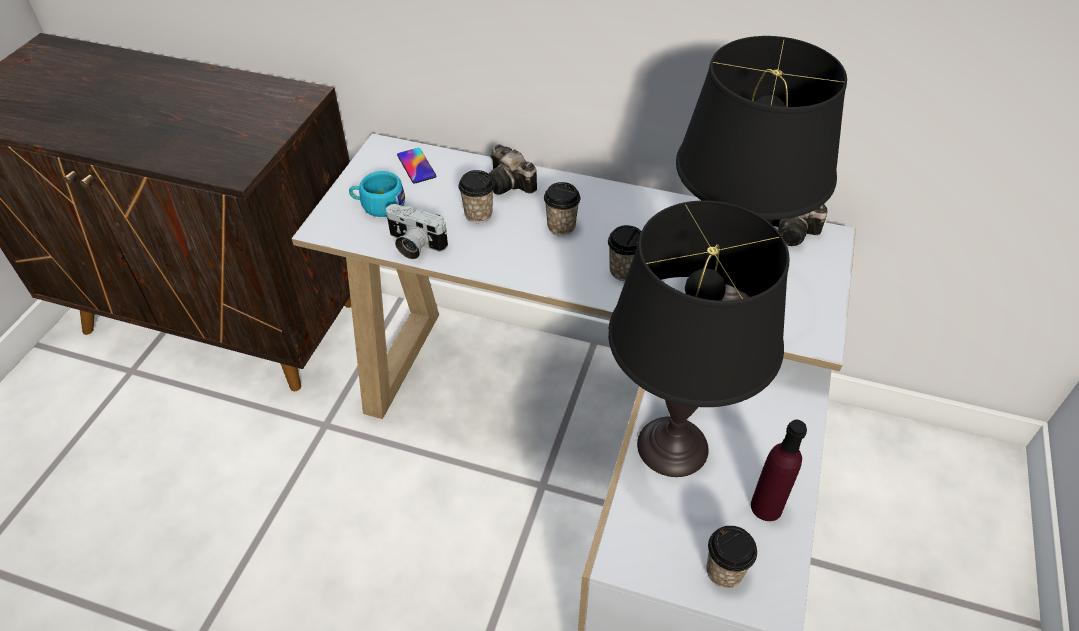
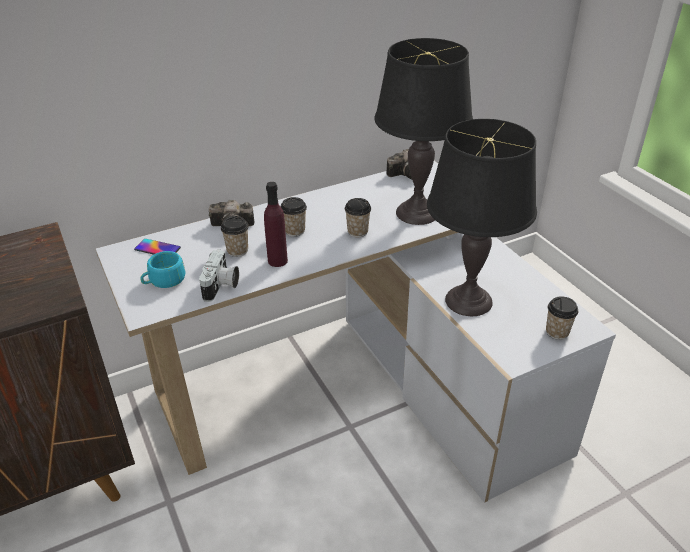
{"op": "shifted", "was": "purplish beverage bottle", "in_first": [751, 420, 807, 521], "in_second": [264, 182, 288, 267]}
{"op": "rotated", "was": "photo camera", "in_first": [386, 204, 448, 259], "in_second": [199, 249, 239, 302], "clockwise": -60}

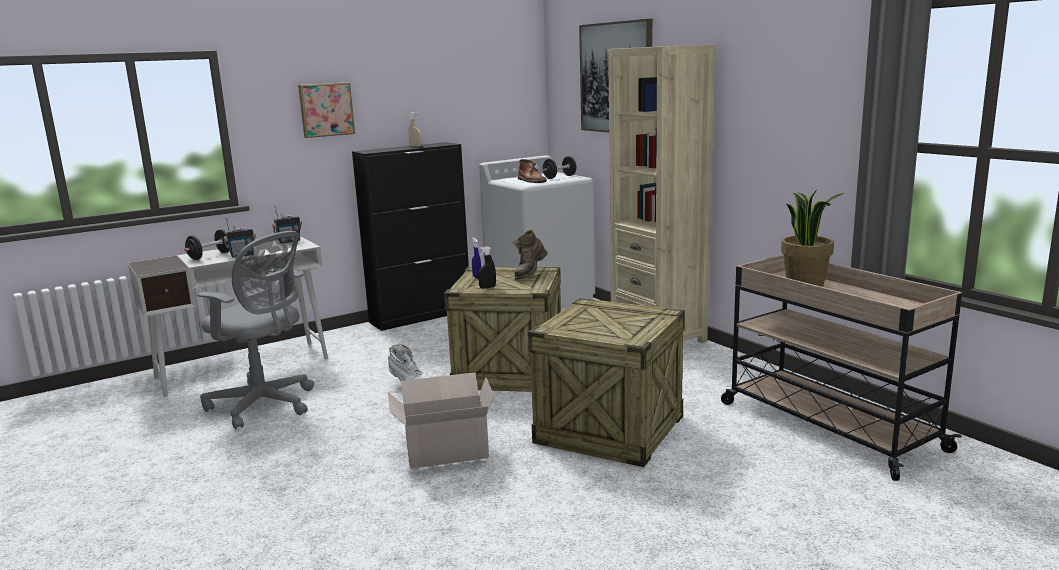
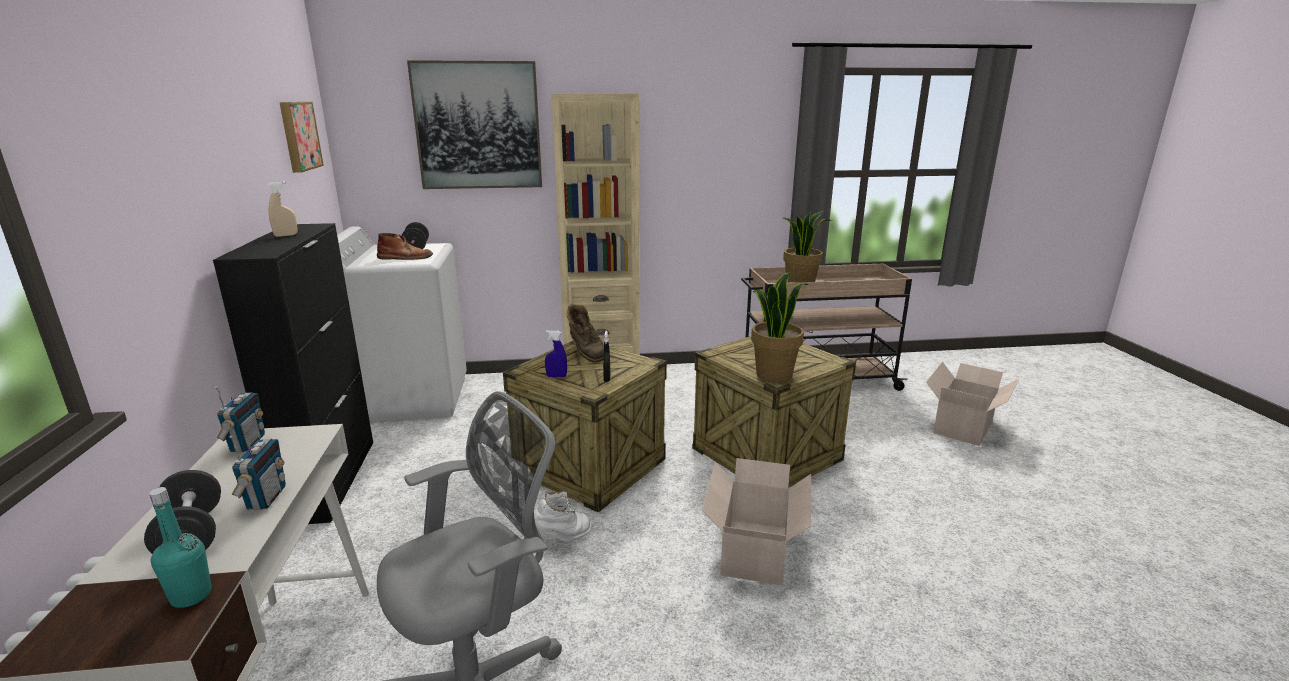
{"op": "new", "now": "turquoise-coloured beverage bottle", "in_second": [149, 487, 212, 608]}
{"op": "new", "now": "potted plant", "in_second": [751, 272, 809, 382]}
{"op": "new", "now": "packing box", "in_second": [926, 362, 1019, 446]}
{"op": "shifted", "was": "wall picture", "in_first": [298, 82, 355, 138], "in_second": [279, 102, 324, 173]}

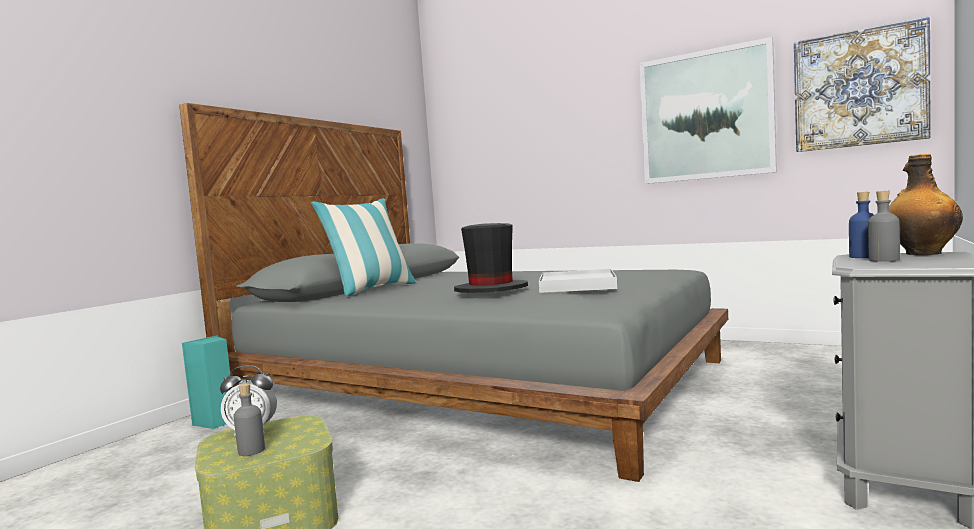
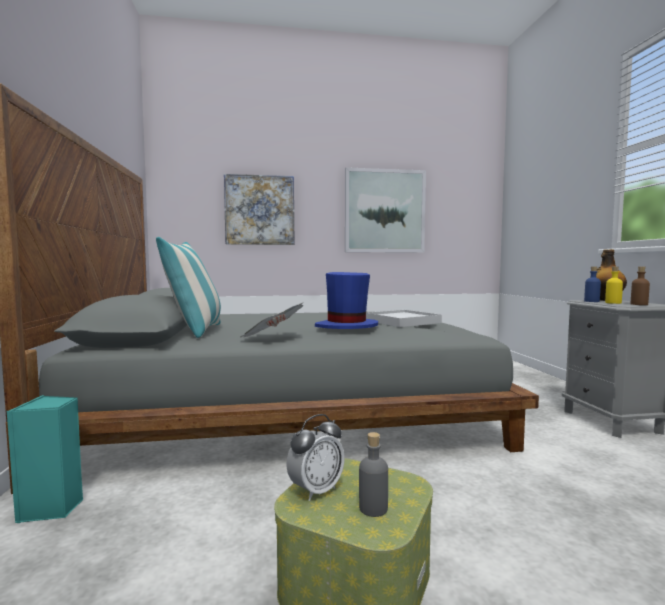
{"op": "new", "now": "newspaper", "in_second": [240, 303, 303, 338]}
{"op": "new", "now": "brown beverage bottle", "in_second": [631, 267, 650, 305]}
{"op": "shifted", "was": "wall picture", "in_first": [794, 16, 931, 152], "in_second": [224, 174, 294, 245]}
{"op": "repainted", "was": "blackish clothing hat", "now": "blue clothing hat", "in_first": [454, 223, 528, 293], "in_second": [315, 272, 378, 329]}
{"op": "repainted", "was": "greyish beverage bottle", "now": "yellowish beverage bottle", "in_first": [868, 191, 900, 262], "in_second": [605, 267, 623, 304]}

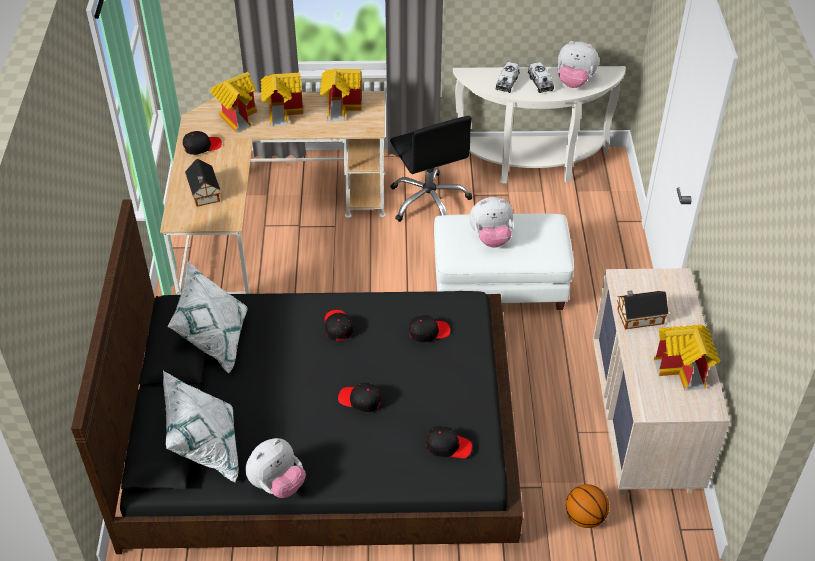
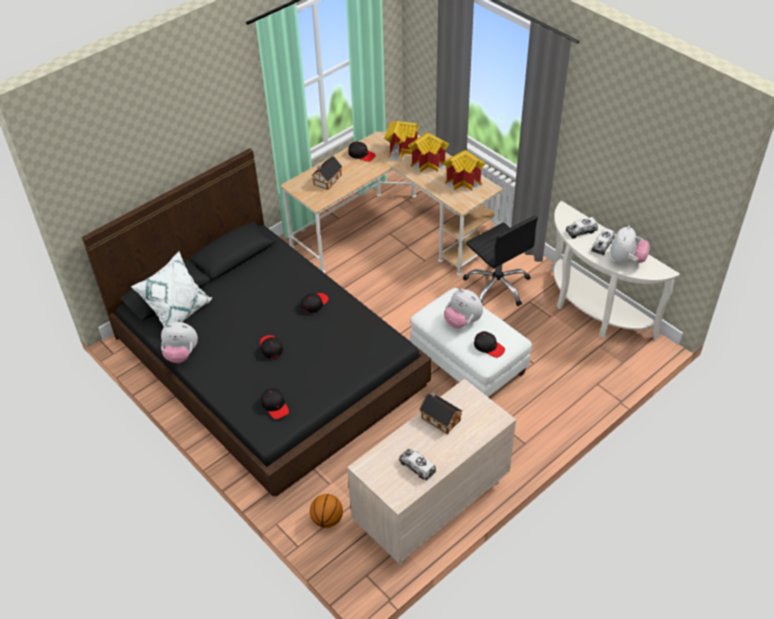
{"op": "gone", "was": "whitish cushion", "in_first": [167, 260, 247, 374]}
{"op": "shifted", "was": "blackish peaked cap", "in_first": [408, 315, 450, 343], "in_second": [474, 331, 505, 358]}
{"op": "swapped", "was": "model house", "now": "toy truck", "in_first": [654, 324, 720, 391], "in_second": [399, 449, 436, 481]}
{"op": "rotated", "was": "blackish office chair", "in_first": [390, 116, 472, 222], "in_second": [463, 216, 538, 306], "clockwise": -60}
{"op": "rotated", "was": "plush toy", "in_first": [558, 41, 599, 88], "in_second": [610, 225, 650, 264], "clockwise": -135}

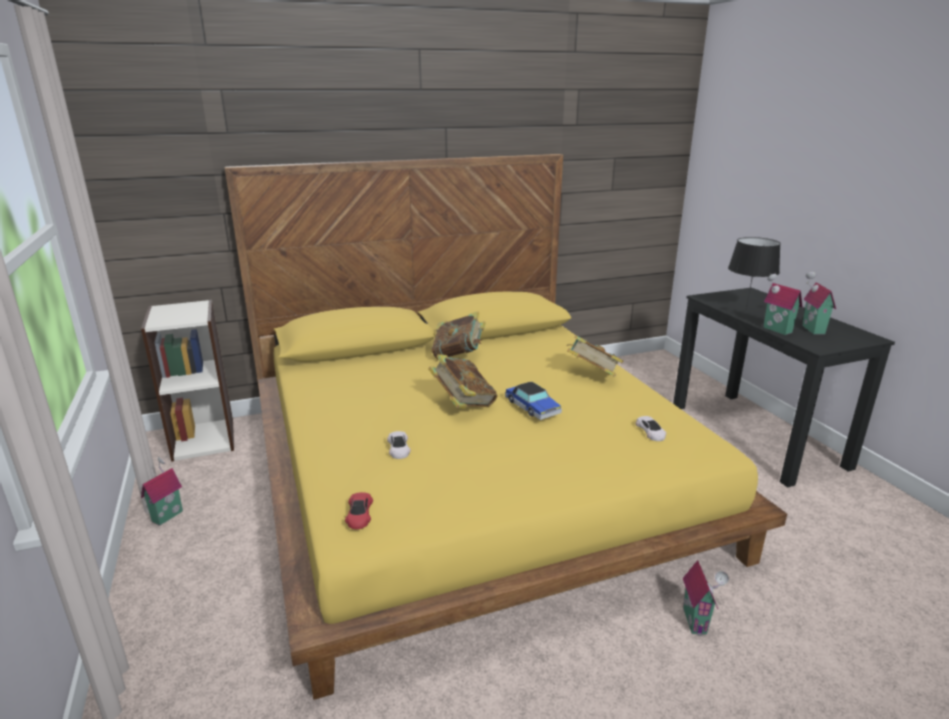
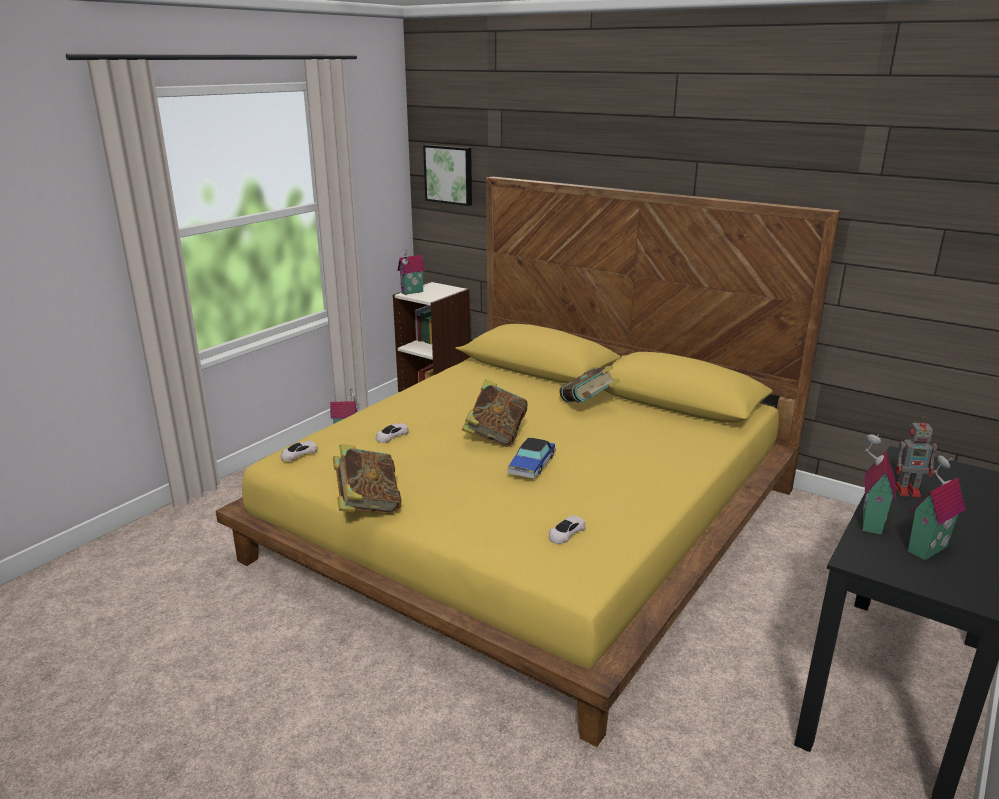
{"op": "new", "now": "wall picture", "in_second": [423, 145, 472, 206]}
{"op": "shifted", "was": "book", "in_first": [567, 335, 623, 377], "in_second": [333, 444, 402, 514]}
{"op": "shifted", "was": "model house", "in_first": [683, 560, 729, 636], "in_second": [397, 249, 426, 295]}
{"op": "swapped", "was": "blackish table lamp", "now": "model robot", "in_first": [728, 237, 781, 310], "in_second": [895, 416, 937, 497]}
{"op": "repainted", "was": "reddish miniature car", "now": "whitish miniature car", "in_first": [345, 492, 373, 529], "in_second": [281, 441, 318, 461]}

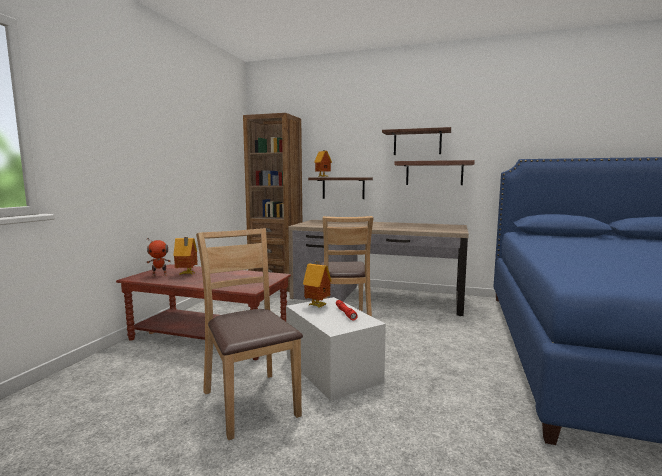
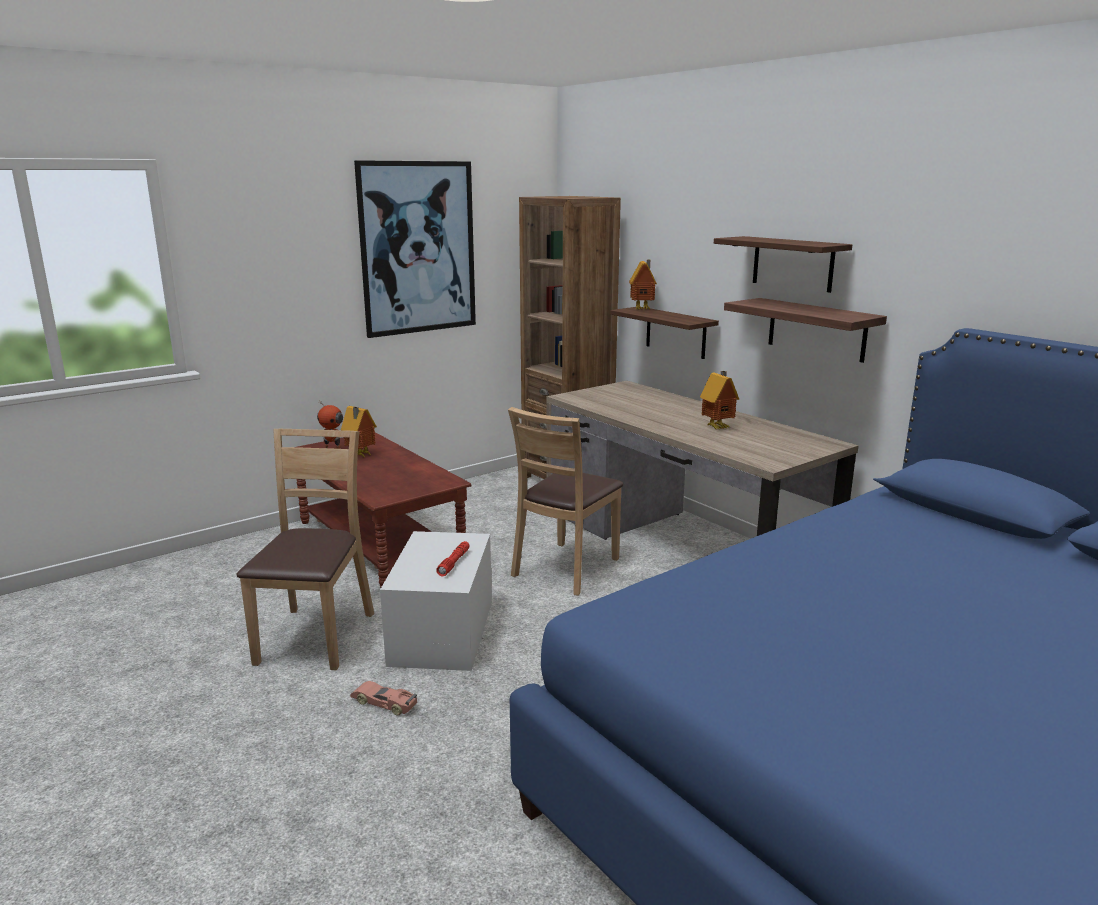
{"op": "new", "now": "miniature car", "in_second": [350, 681, 417, 715]}
{"op": "new", "now": "wall picture", "in_second": [354, 160, 476, 338]}
{"op": "shifted", "was": "model house", "in_first": [303, 261, 331, 308], "in_second": [700, 371, 739, 429]}

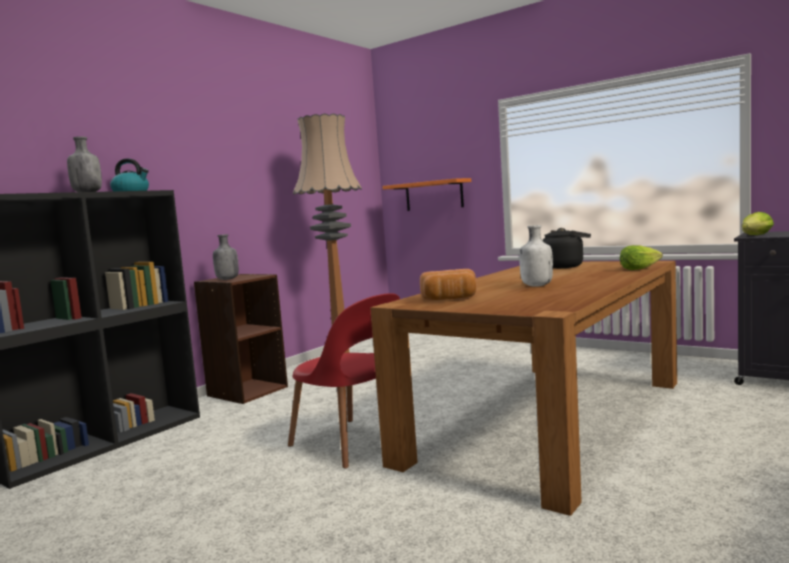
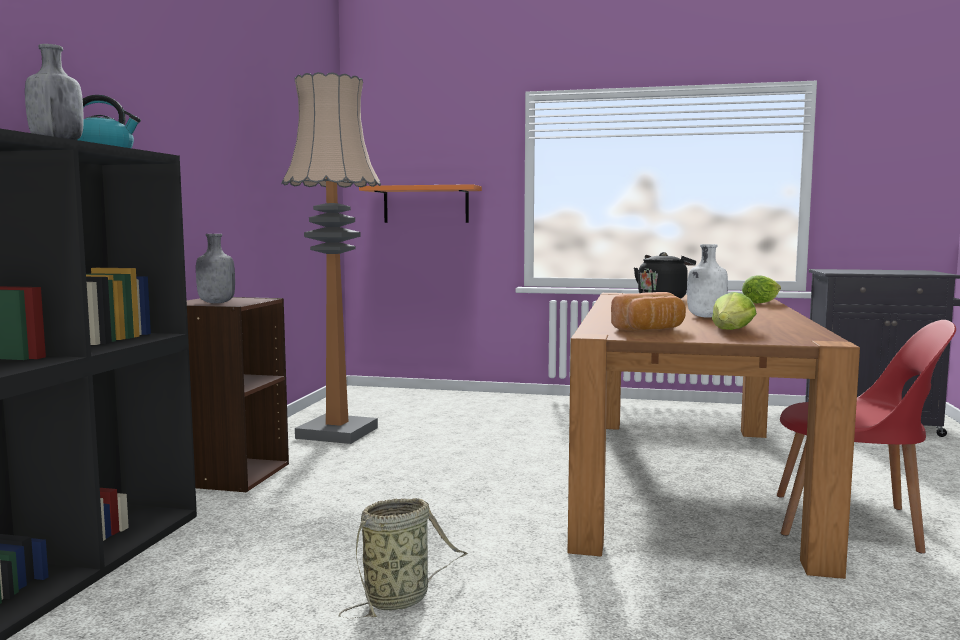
{"op": "new", "now": "storage basket", "in_second": [339, 498, 468, 618]}
{"op": "shifted", "was": "reddish plain chair", "in_first": [288, 293, 400, 468], "in_second": [777, 320, 956, 553]}
{"op": "shifted", "was": "head of lettuce", "in_first": [742, 212, 774, 235], "in_second": [712, 292, 757, 330]}

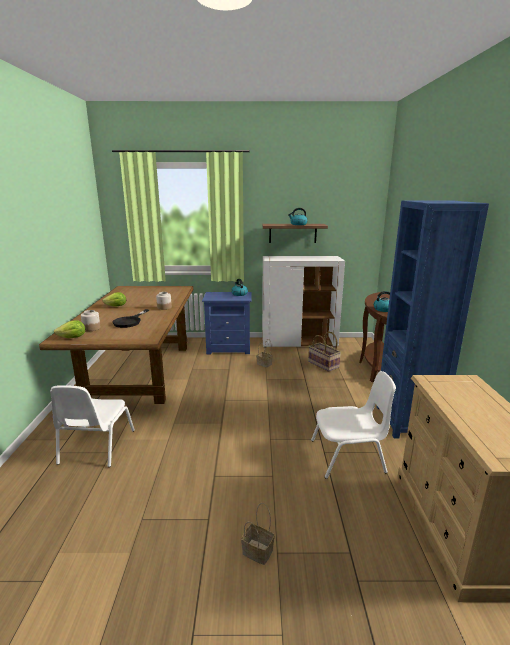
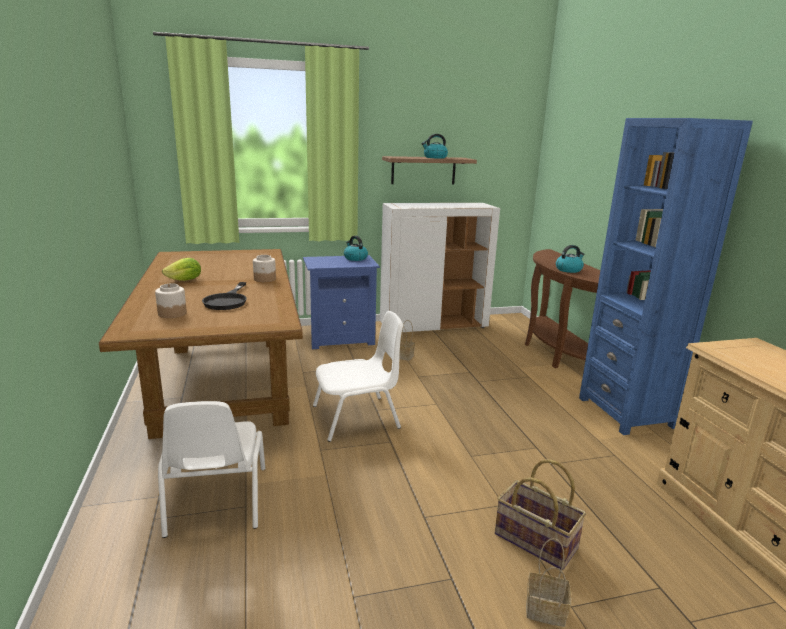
{"op": "gone", "was": "head of lettuce", "in_first": [54, 320, 85, 338]}
{"op": "shifted", "was": "storage basket", "in_first": [308, 332, 341, 372], "in_second": [495, 459, 586, 570]}
{"op": "shifted", "was": "whitish plain chair", "in_first": [311, 371, 396, 479], "in_second": [313, 311, 403, 442]}

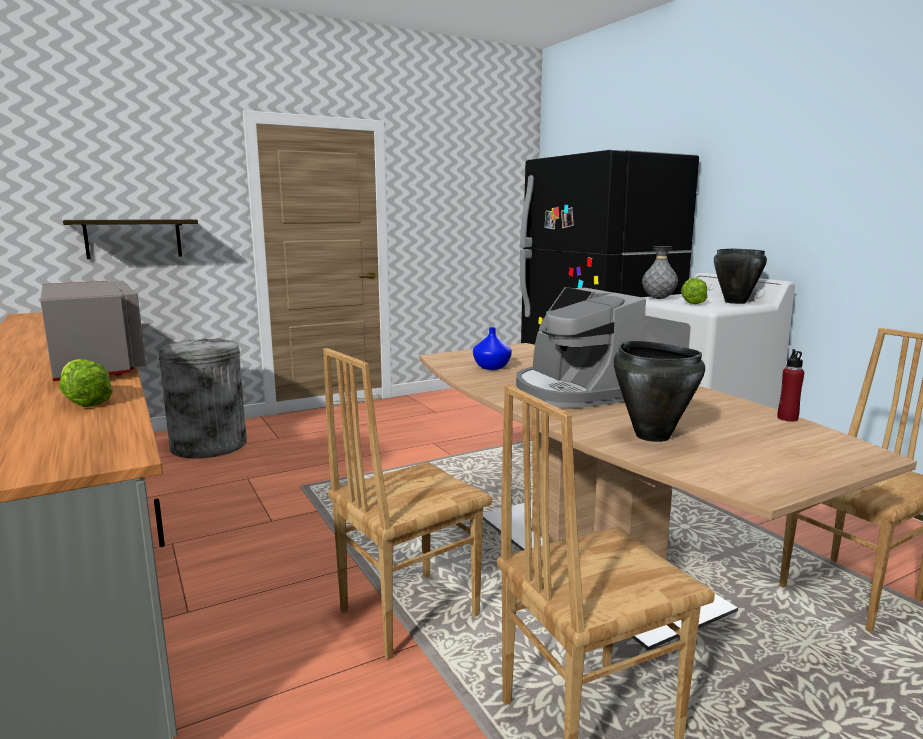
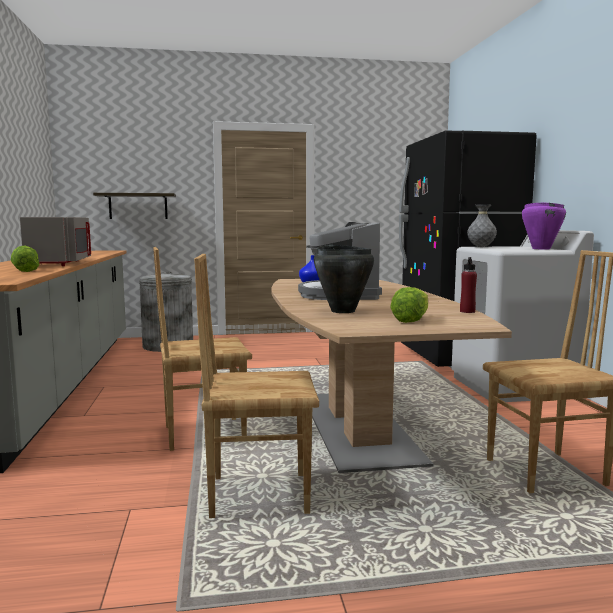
{"op": "shifted", "was": "head of lettuce", "in_first": [681, 278, 707, 304], "in_second": [390, 287, 428, 323]}
{"op": "repainted", "was": "blackish saucepot", "now": "purplish saucepot", "in_first": [714, 248, 767, 304], "in_second": [522, 202, 566, 249]}

